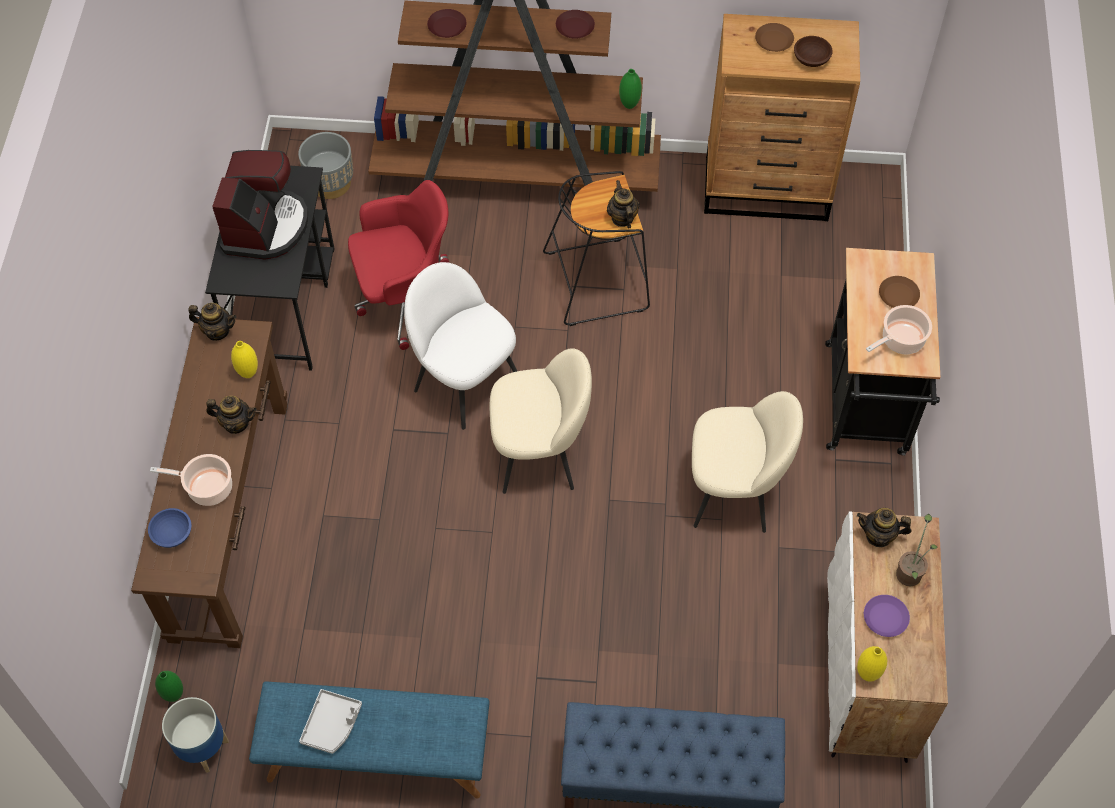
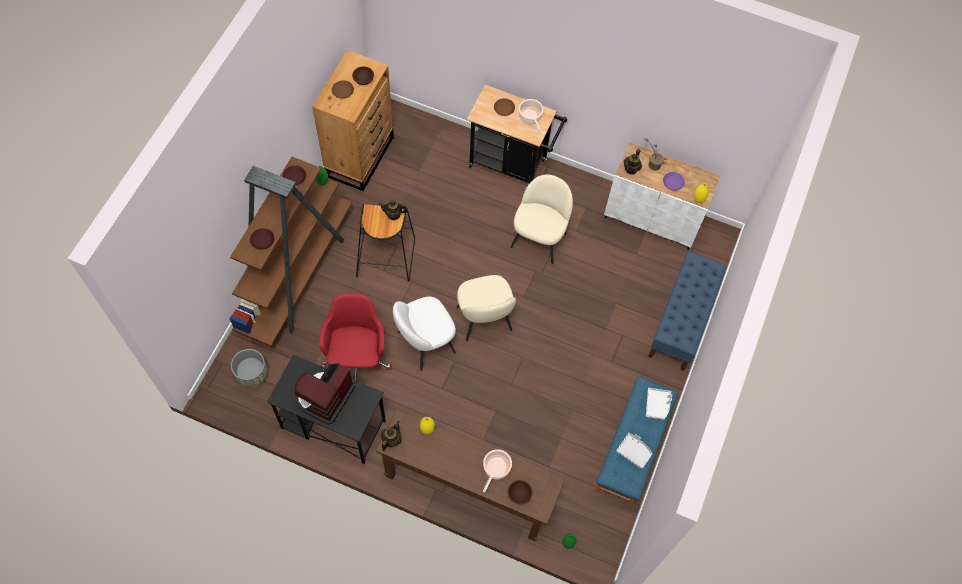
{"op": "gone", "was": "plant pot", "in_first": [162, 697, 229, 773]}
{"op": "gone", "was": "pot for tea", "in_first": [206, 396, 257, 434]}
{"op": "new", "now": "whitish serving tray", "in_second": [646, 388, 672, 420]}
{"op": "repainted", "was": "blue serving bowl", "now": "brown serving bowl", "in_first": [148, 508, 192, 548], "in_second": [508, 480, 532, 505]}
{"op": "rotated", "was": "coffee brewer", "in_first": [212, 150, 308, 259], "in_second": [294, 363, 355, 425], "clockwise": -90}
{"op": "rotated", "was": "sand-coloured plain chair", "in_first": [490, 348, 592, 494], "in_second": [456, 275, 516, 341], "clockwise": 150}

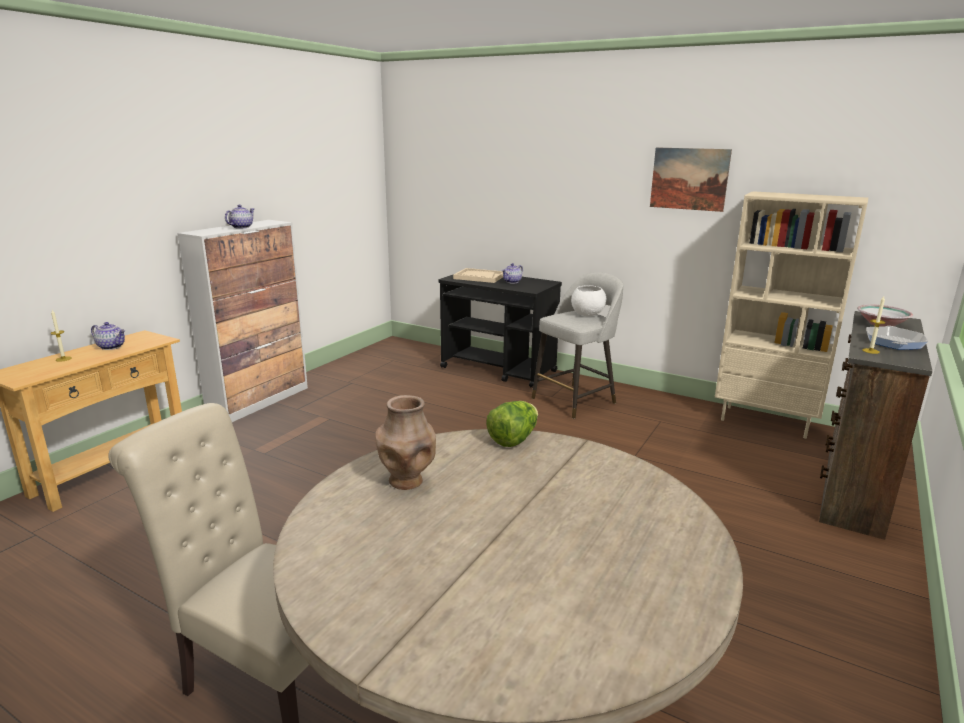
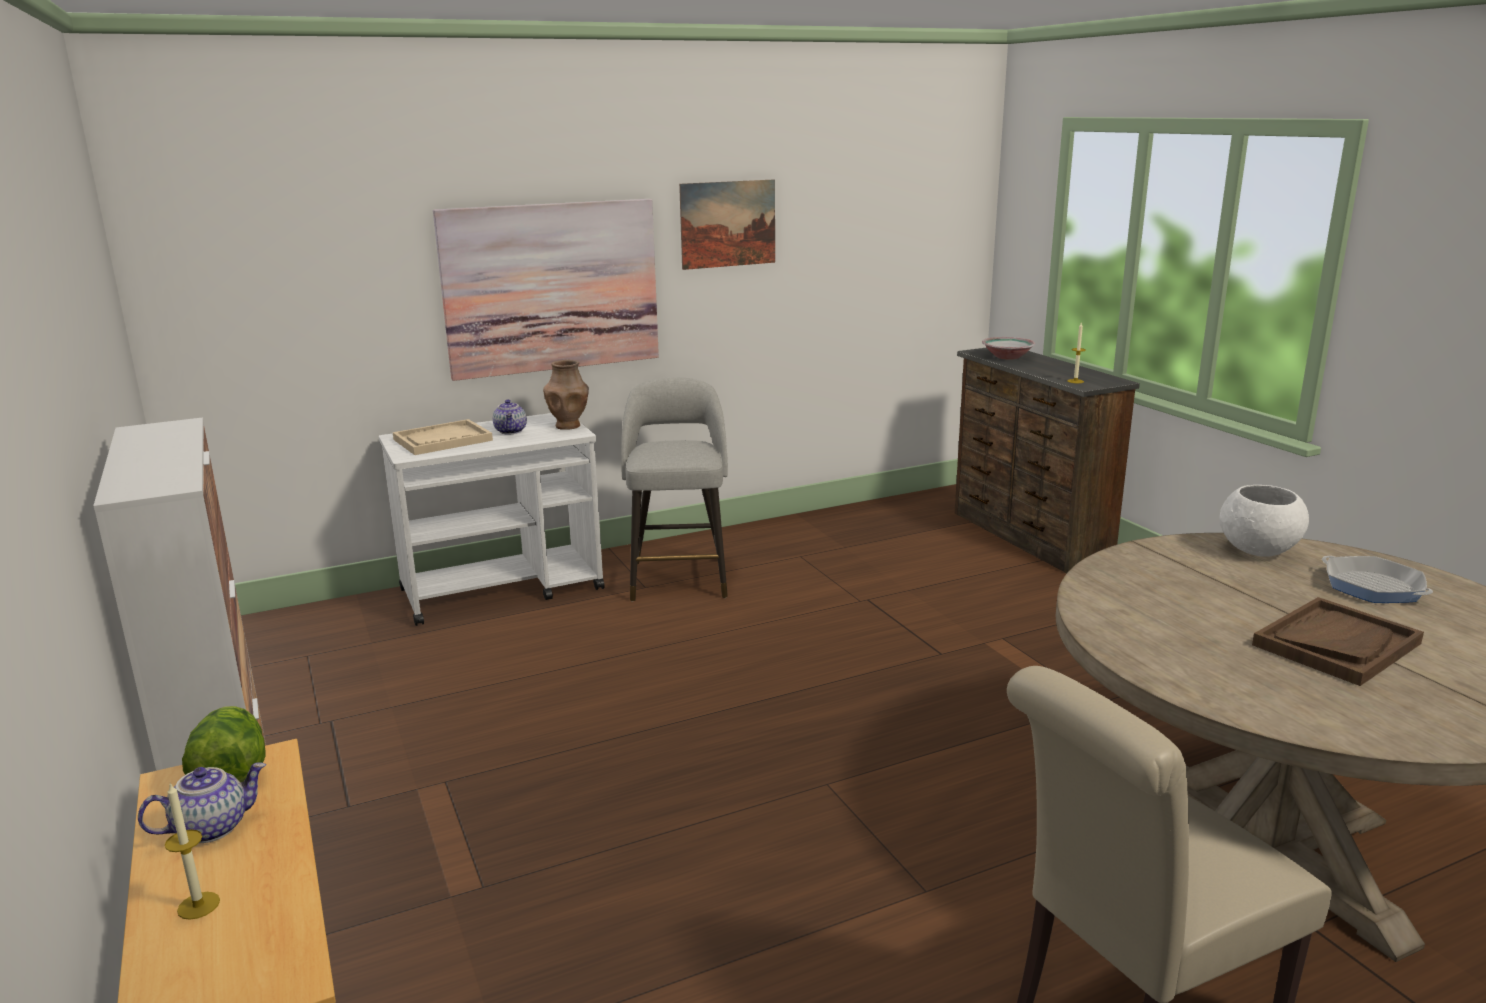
{"op": "gone", "was": "pot for tea", "in_first": [225, 205, 254, 228]}
{"op": "gone", "was": "sand-coloured bookshelf", "in_first": [715, 191, 868, 439]}
{"op": "new", "now": "wall picture", "in_second": [433, 199, 659, 381]}
{"op": "new", "now": "brown serving tray", "in_second": [1252, 597, 1424, 686]}
{"op": "shifted", "was": "brown flower vase", "in_first": [375, 395, 436, 490], "in_second": [543, 360, 589, 430]}
{"op": "shifted", "was": "head of lettuce", "in_first": [486, 401, 538, 447], "in_second": [182, 706, 265, 782]}
{"op": "shifted", "was": "whitish serving bowl", "in_first": [571, 285, 606, 316], "in_second": [1219, 485, 1309, 557]}
{"op": "shifted", "was": "pan", "in_first": [866, 326, 928, 350], "in_second": [1322, 556, 1433, 603]}
{"op": "repainted", "was": "blackish wheeled cart", "now": "whitish wheeled cart", "in_first": [438, 275, 562, 387], "in_second": [379, 413, 605, 626]}

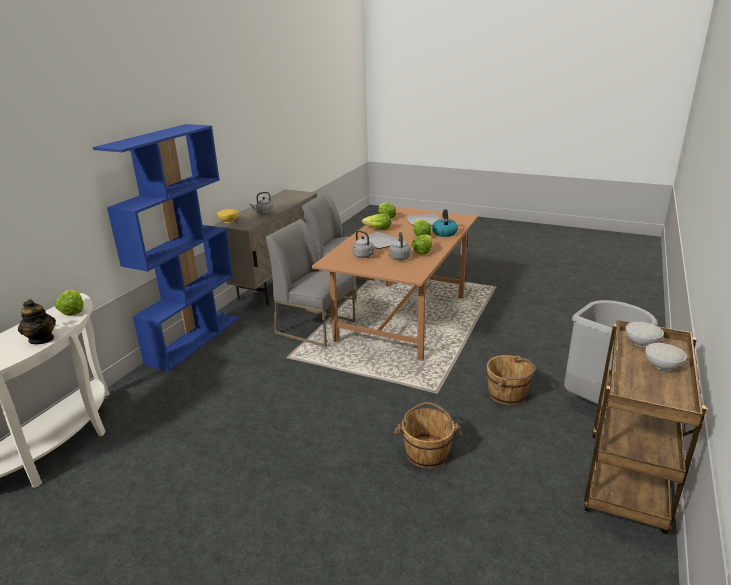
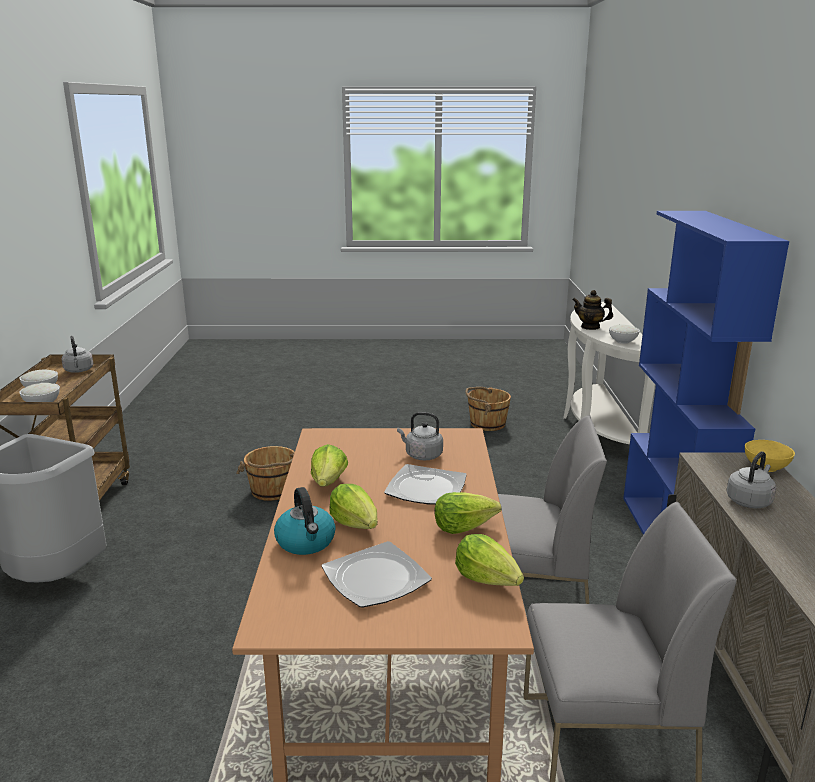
{"op": "shifted", "was": "greyish water kettle", "in_first": [389, 232, 411, 260], "in_second": [61, 336, 93, 373]}
{"op": "shifted", "was": "brown bucket", "in_first": [487, 355, 536, 405], "in_second": [465, 387, 511, 431]}
{"op": "swapped", "was": "head of lettuce", "now": "whitish serving bowl", "in_first": [55, 289, 84, 316], "in_second": [609, 325, 640, 344]}

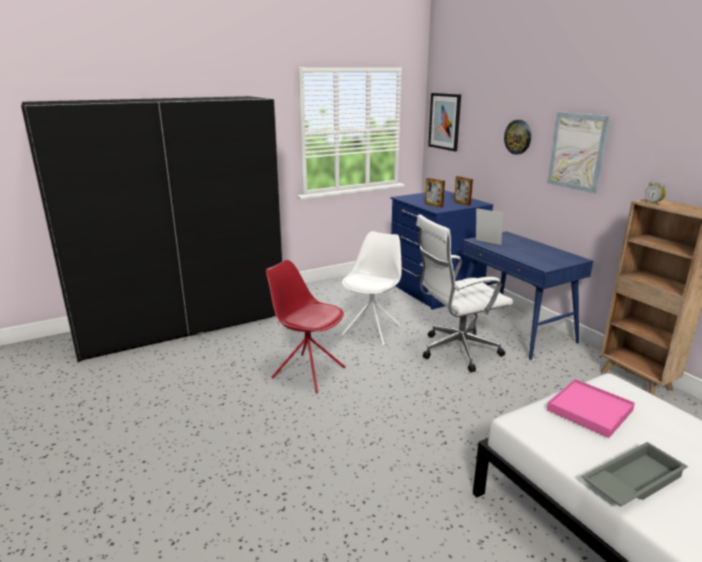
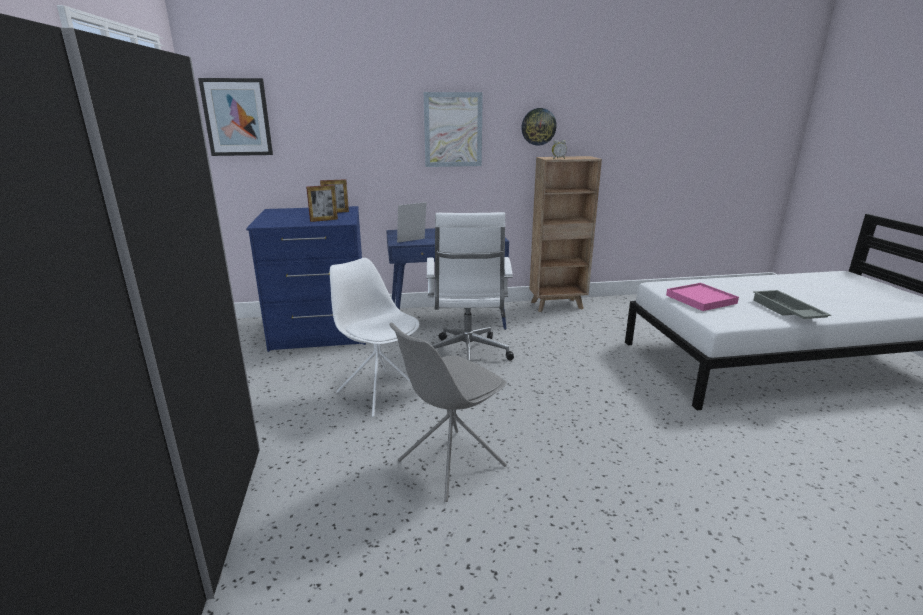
{"op": "shifted", "was": "hanging clock", "in_first": [504, 120, 531, 155], "in_second": [521, 108, 556, 146]}
{"op": "repainted", "was": "reddish plain chair", "now": "greyish plain chair", "in_first": [266, 260, 345, 393], "in_second": [390, 323, 507, 502]}

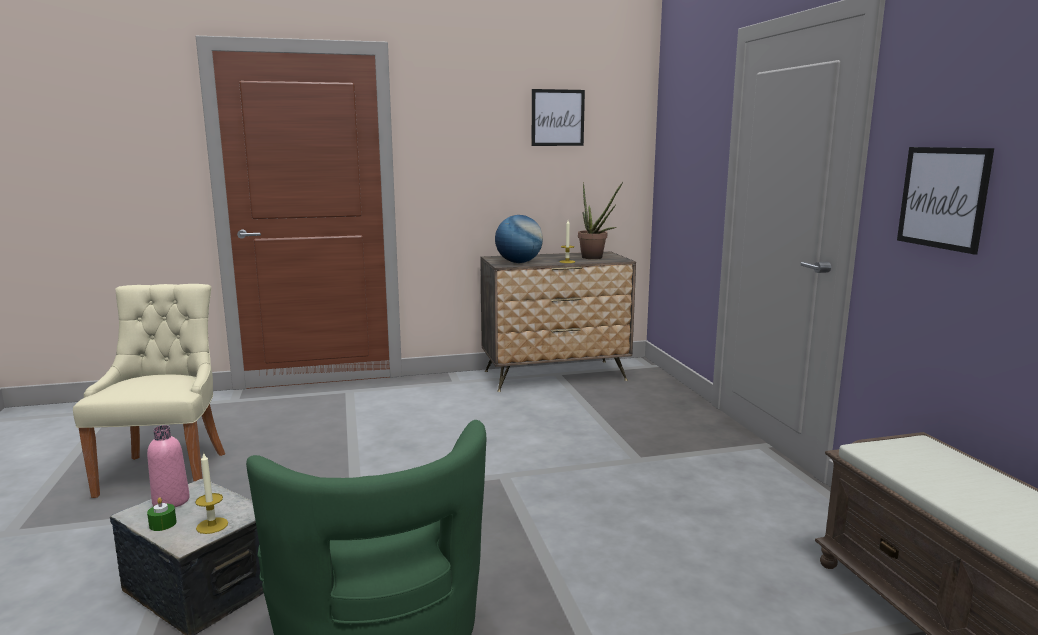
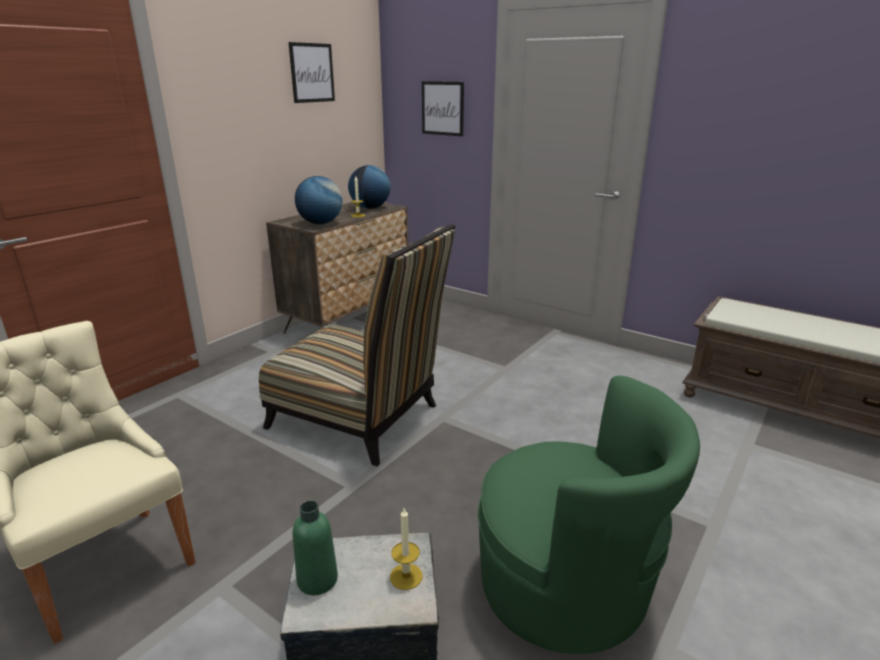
{"op": "gone", "was": "greenish candle", "in_first": [147, 497, 177, 531]}
{"op": "new", "now": "plain chair", "in_second": [259, 224, 455, 466]}
{"op": "shifted", "was": "wall picture", "in_first": [897, 147, 994, 255], "in_second": [422, 81, 464, 136]}
{"op": "swapped", "was": "potted plant", "now": "desk globe", "in_first": [578, 182, 623, 259], "in_second": [348, 165, 391, 209]}
{"op": "repainted", "was": "pinkish beverage bottle", "now": "greenish beverage bottle", "in_first": [147, 425, 190, 507], "in_second": [292, 501, 338, 595]}

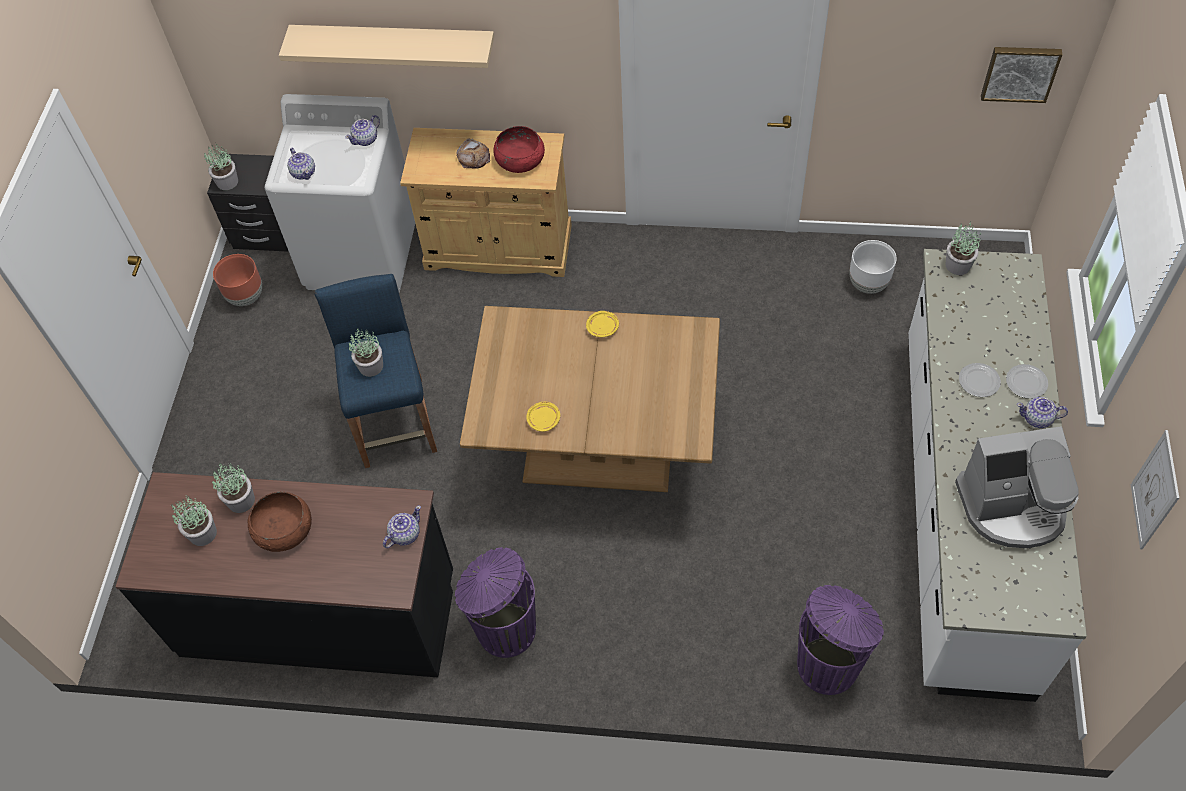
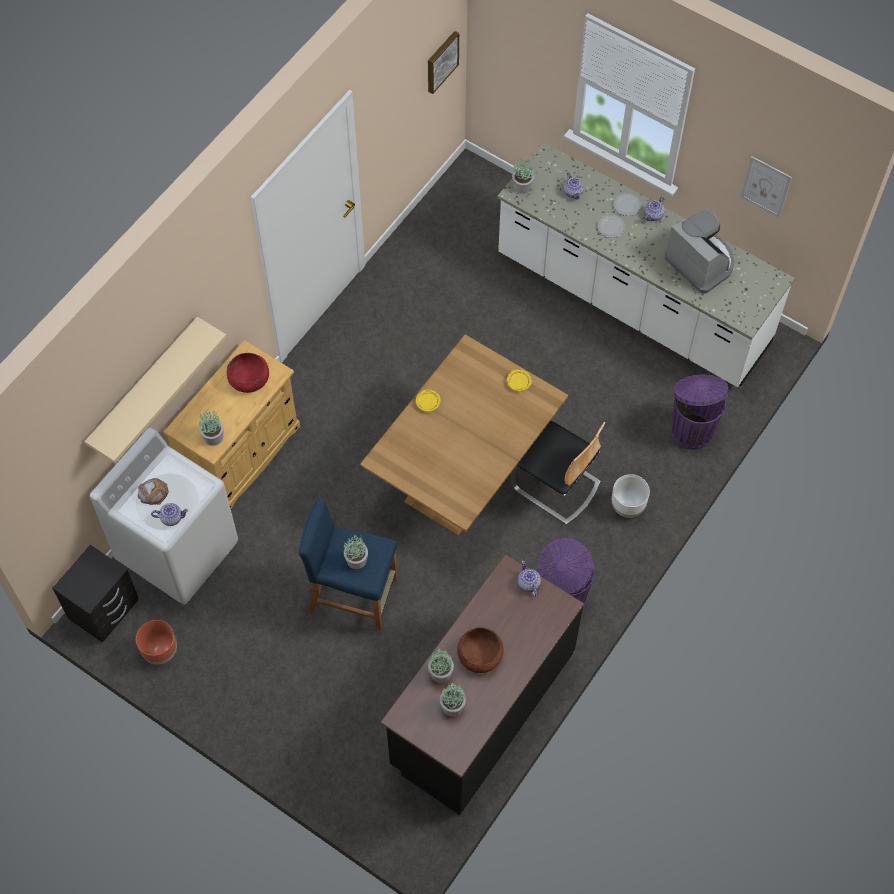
{"op": "new", "now": "plain chair", "in_second": [511, 421, 605, 525]}
{"op": "shifted", "was": "potted plant", "in_first": [204, 144, 238, 190], "in_second": [199, 411, 223, 446]}
{"op": "shifted", "was": "pot for tea", "in_first": [345, 115, 380, 146], "in_second": [564, 172, 584, 200]}
{"op": "shifted", "was": "bread", "in_first": [457, 138, 490, 169], "in_second": [138, 478, 169, 505]}
{"op": "shifted", "was": "yellowish plate", "in_first": [526, 402, 560, 432], "in_second": [507, 369, 532, 391]}
{"op": "shifted", "was": "whitish plant pot", "in_first": [849, 240, 897, 294], "in_second": [612, 474, 650, 518]}
{"op": "rotated", "was": "coffee brewer", "in_first": [955, 426, 1079, 548], "in_second": [665, 210, 735, 293], "clockwise": -60}

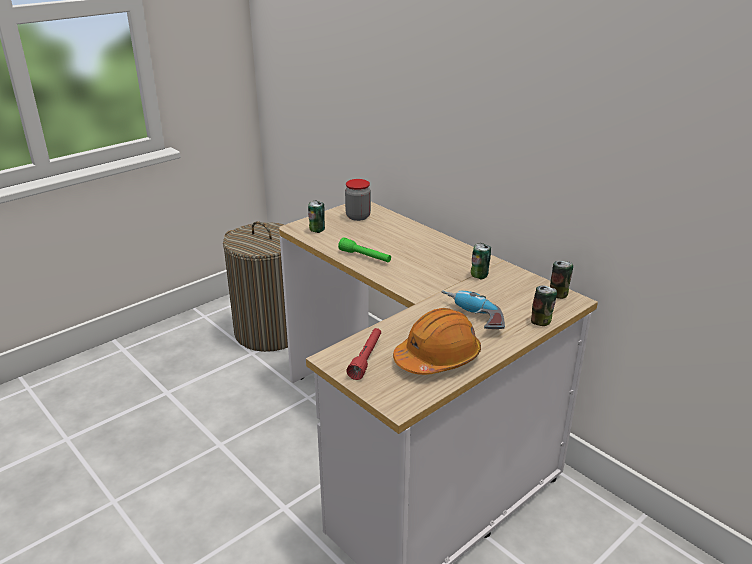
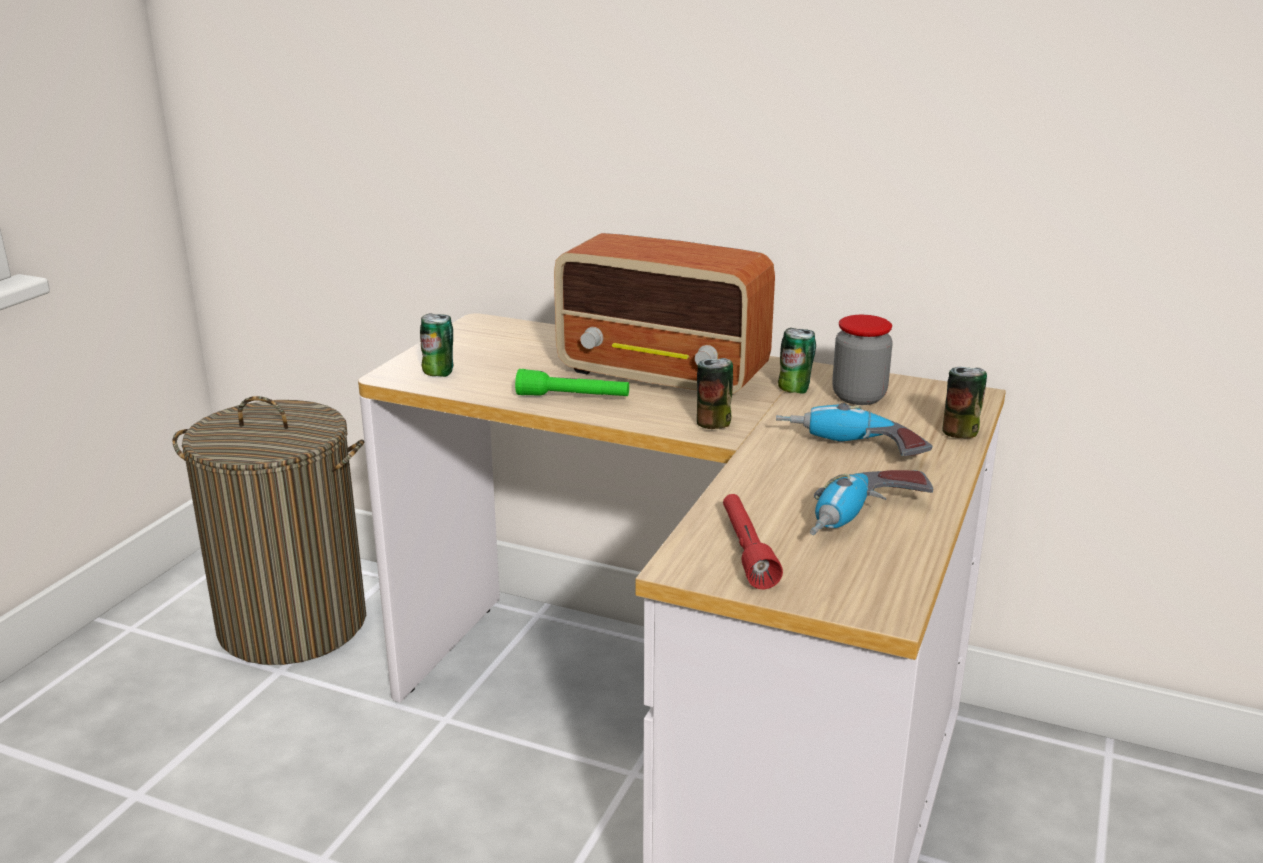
{"op": "new", "now": "radio set", "in_second": [554, 233, 775, 394]}
{"op": "shifted", "was": "jar", "in_first": [345, 179, 371, 221], "in_second": [832, 315, 893, 405]}
{"op": "shifted", "was": "sealed can", "in_first": [550, 261, 573, 299], "in_second": [697, 358, 733, 429]}
{"op": "swapped", "was": "orangey work helmet", "now": "electric drill", "in_first": [393, 308, 481, 375], "in_second": [810, 470, 933, 535]}

